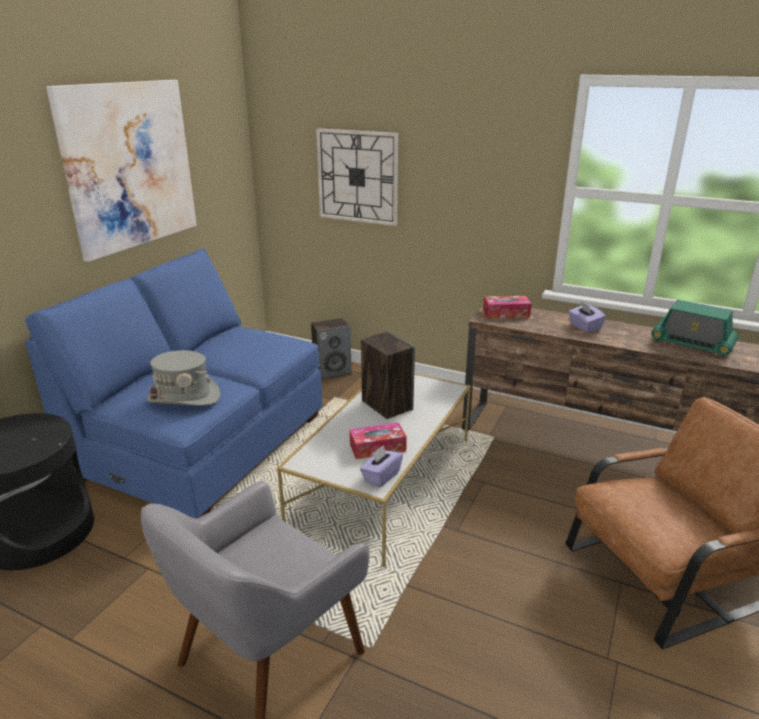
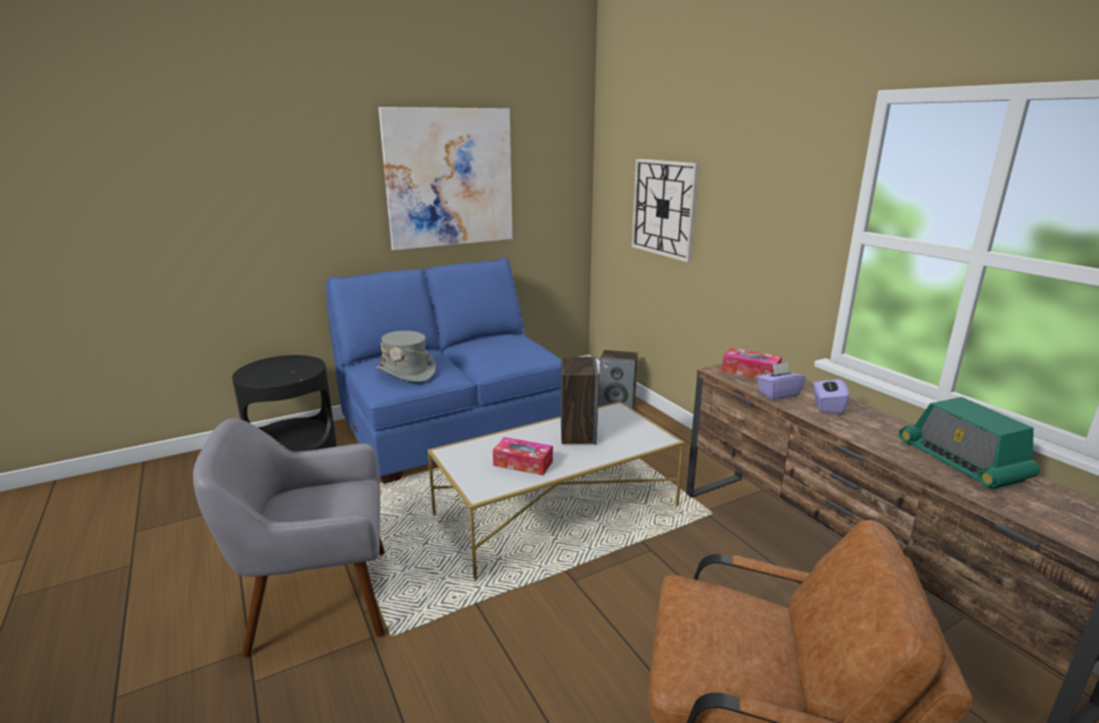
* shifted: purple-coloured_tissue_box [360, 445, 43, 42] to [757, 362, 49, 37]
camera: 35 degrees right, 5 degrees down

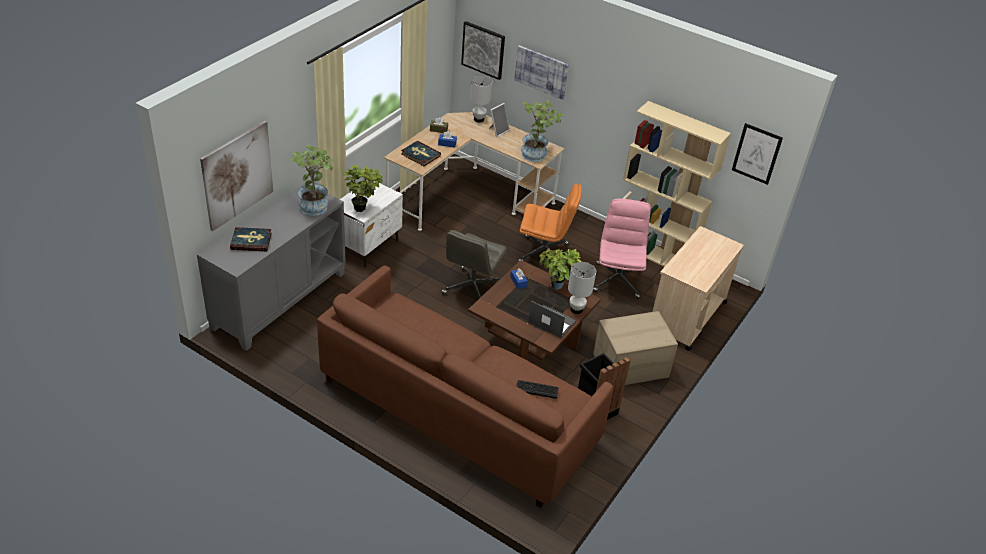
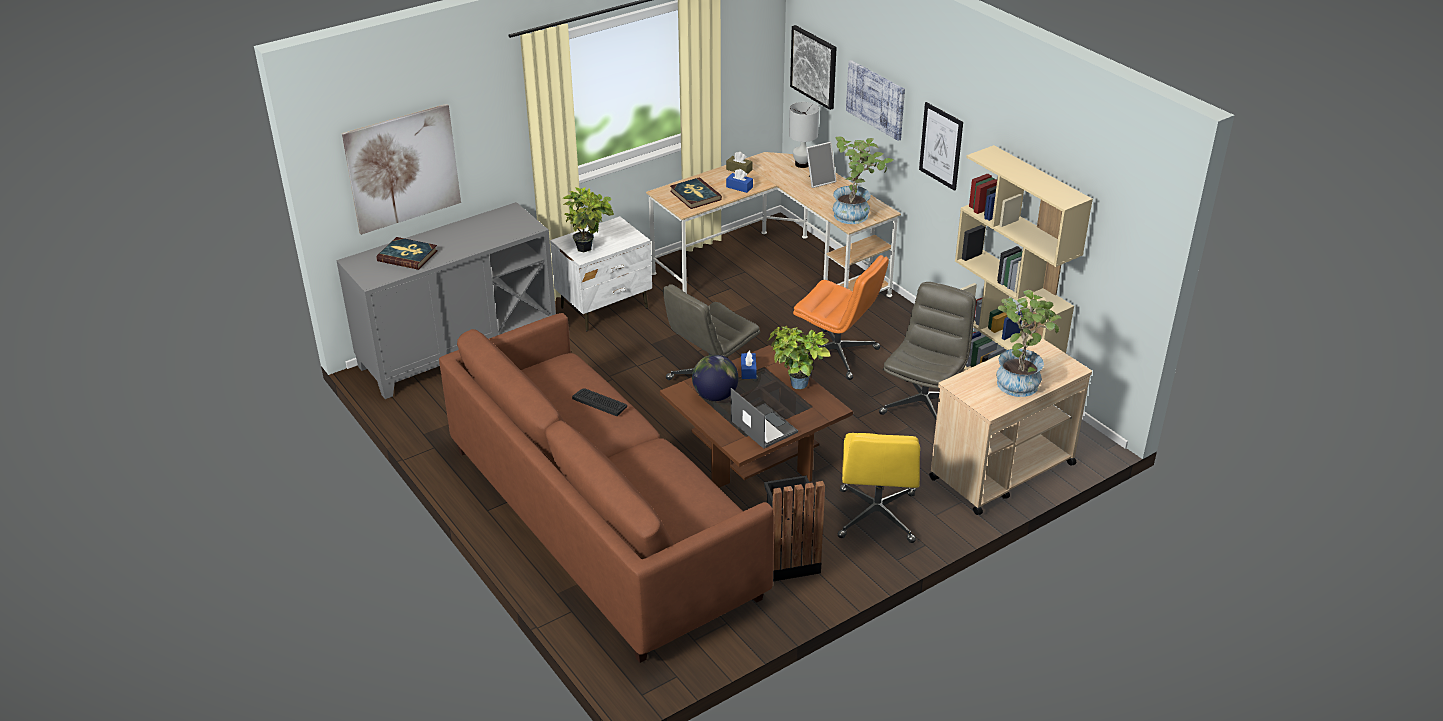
* shifted: wall_picture [732, 123, 51, 62] to [919, 102, 44, 89]
* shifted: potted_plant [290, 144, 44, 72] to [996, 290, 66, 107]
* repainted: pink-coloured_computer_chair [593, 198, 58, 101] to greyish_computer_chair [879, 282, 97, 138]
* gone: whitish_tabletop_lamp [568, 262, 28, 52]
* swapped: packing_box [593, 311, 85, 74] to yellow_computer_chair [838, 433, 82, 110]
* shifted: PC_keyboard [516, 380, 43, 19] to [572, 388, 55, 28]
* new: world_globe [692, 355, 47, 46]
camera: 25 degrees right, 5 degrees down

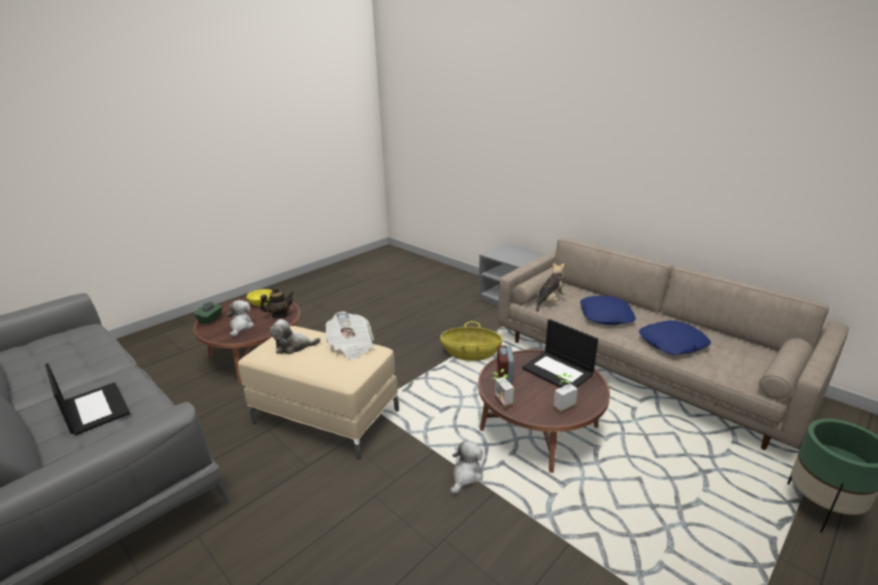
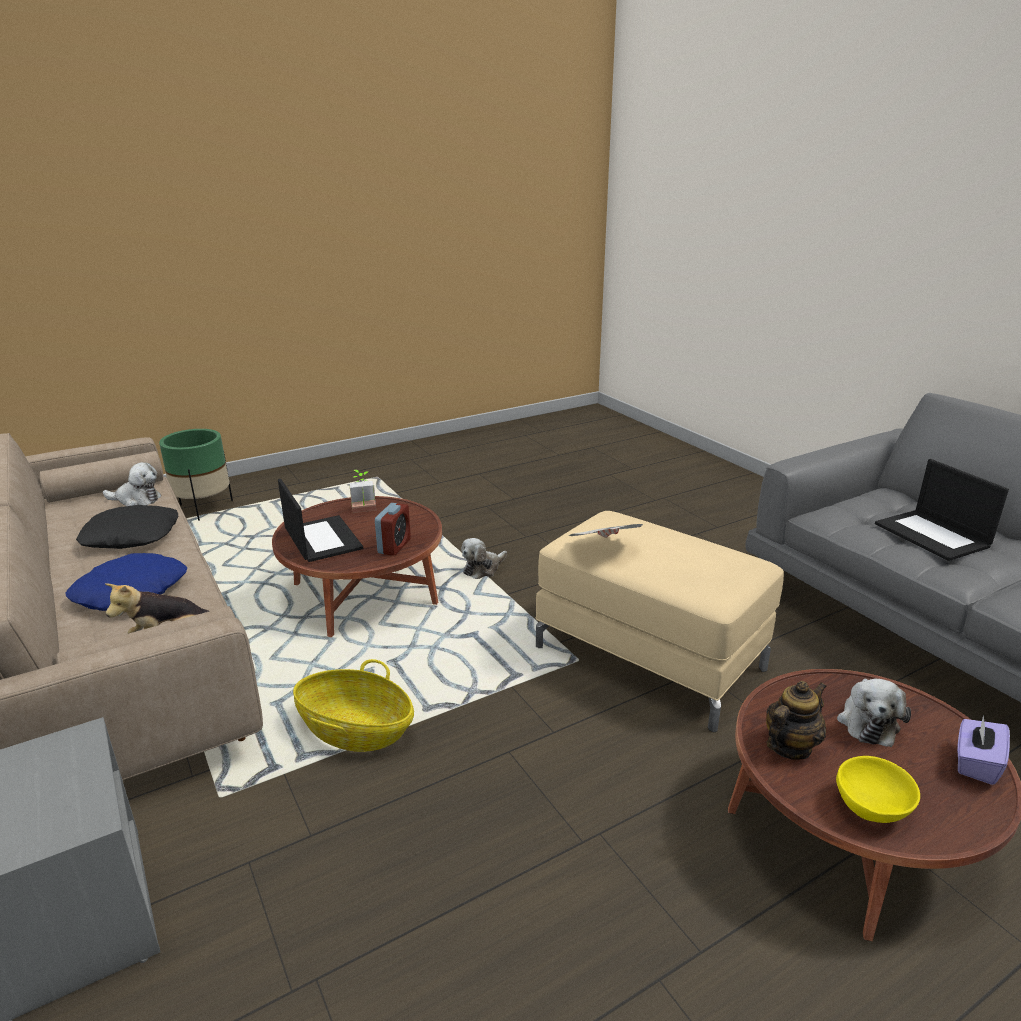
* rotated: teapot [260, 287, 34, 31] = [766, 681, 61, 79] 150 degrees clockwise
* repainted: green-coloured_tissue_box [194, 301, 29, 23] to purple-coloured_tissue_box [957, 714, 53, 71]
* shifted: plush_toy [270, 319, 51, 35] to [103, 462, 59, 44]
* repainted: blue-coloured_throw_pillow [639, 320, 72, 35] to blackish_throw_pillow [76, 505, 102, 44]
* gone: potted_plant [493, 369, 21, 41]
camera: 165 degrees left, 0 degrees up

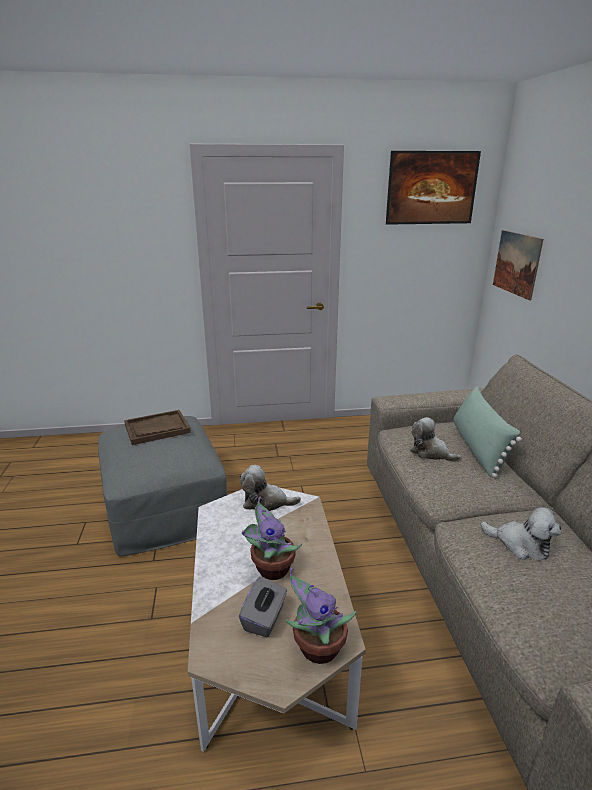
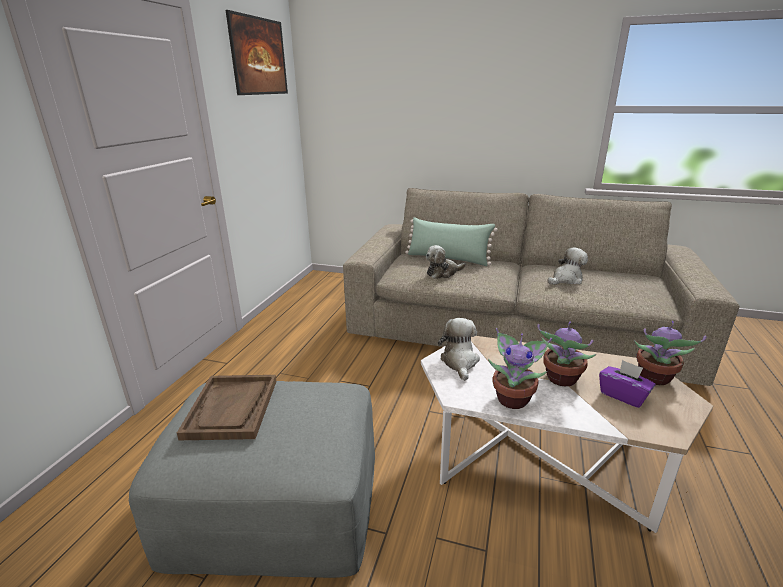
* gone: wall_picture [493, 230, 50, 71]
* rotated: plush_toy [239, 465, 62, 46] = [438, 318, 42, 63] 150 degrees clockwise
* repainted: greyish_tissue_box [239, 576, 48, 61] to purple-coloured_tissue_box [599, 360, 57, 48]
* new: potted_plant [488, 328, 64, 81]
camera: 65 degrees left, 0 degrees up

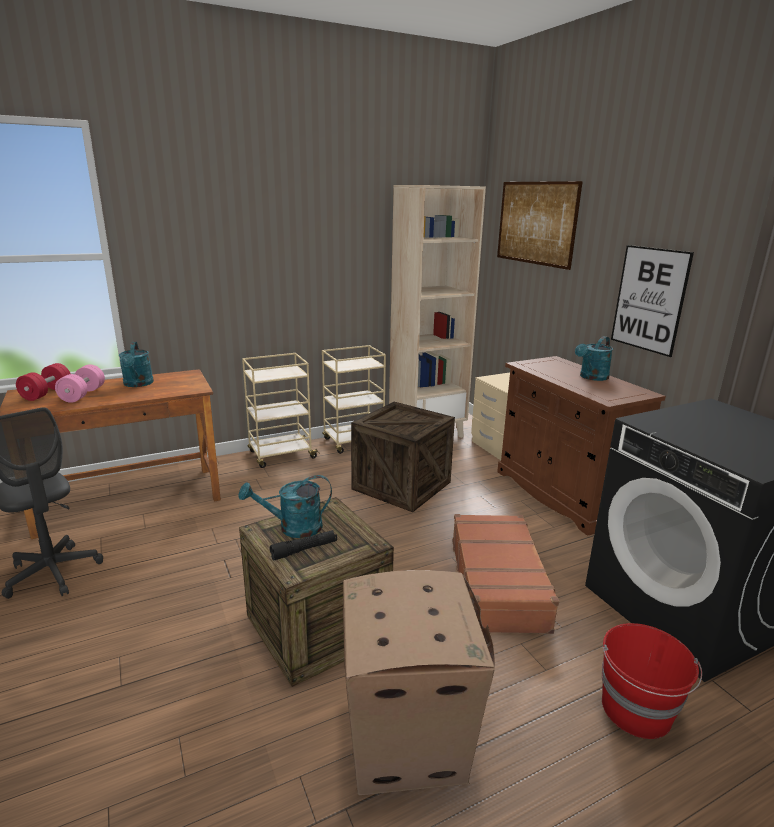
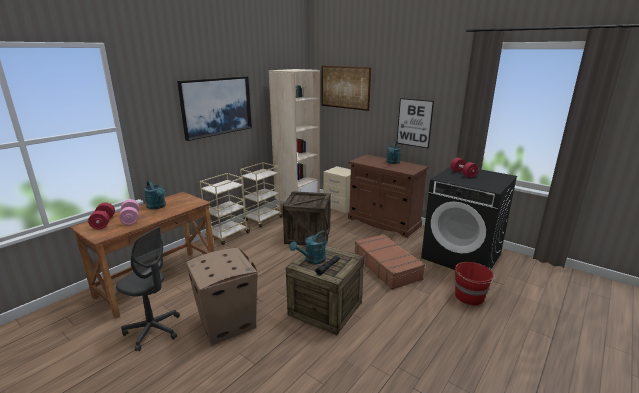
* shifted: packing_box [343, 570, 152, 225] to [186, 248, 71, 98]
* new: wall_picture [177, 76, 75, 65]
* new: red-coloured_dumbbell [450, 158, 28, 20]
camera: 25 degrees left, 0 degrees up

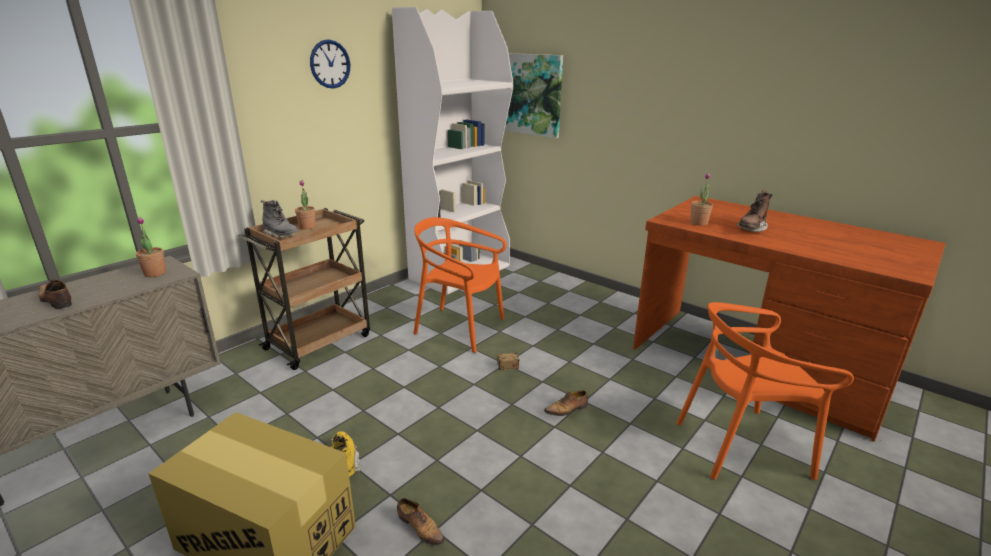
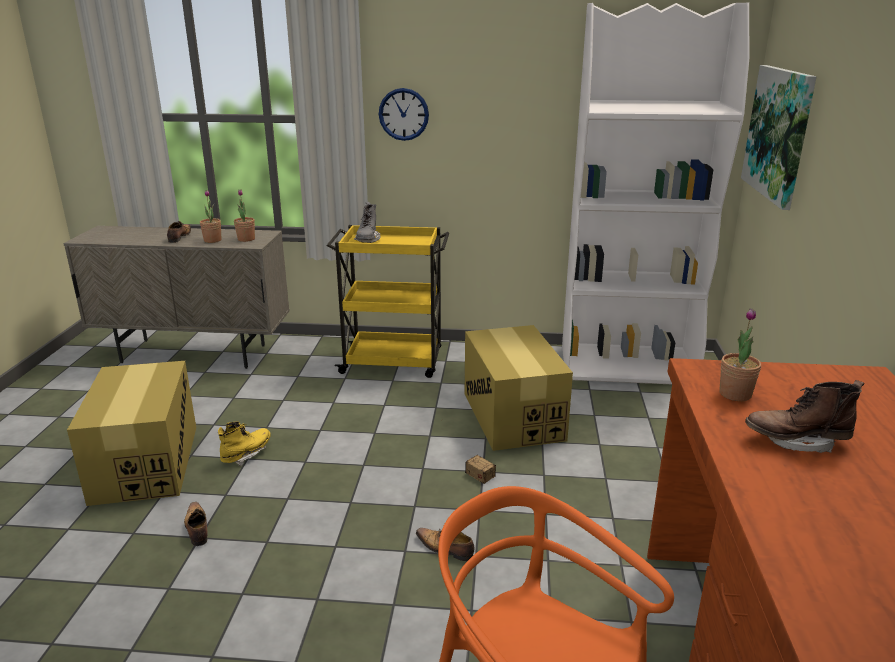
* shifted: hanging_clock [310, 39, 40, 50] to [379, 88, 50, 53]
* shifted: potted_plant [295, 180, 21, 50] to [200, 190, 21, 53]
* repainted: brown_cart [238, 208, 132, 162] to yellow_cart [327, 225, 122, 153]
* swapped: orange-coloured_plain_chair [413, 217, 94, 136] to packing_box [465, 325, 108, 126]
* rotated: low_shoe [397, 498, 48, 48] = [184, 502, 24, 44] 150 degrees clockwise
camera: 55 degrees right, 0 degrees up

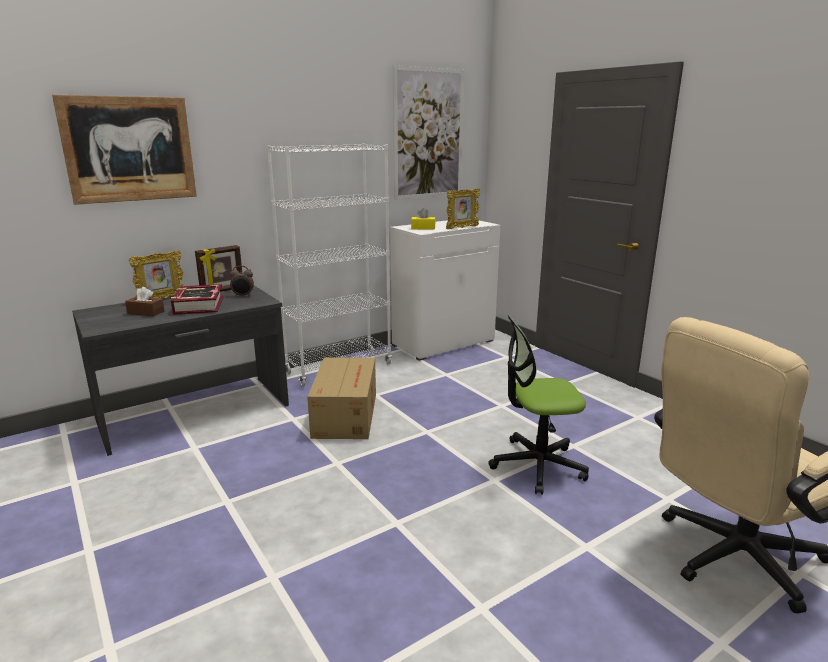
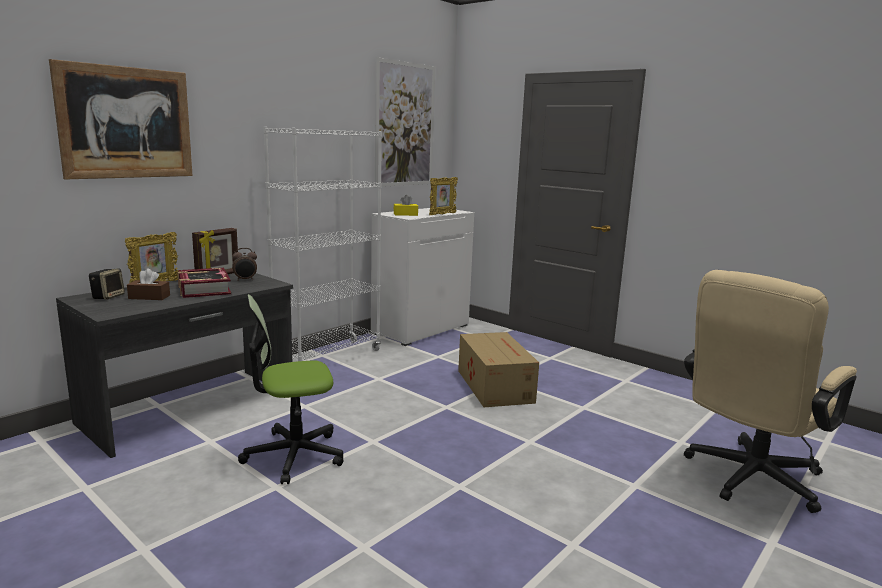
* shifted: computer_chair [488, 315, 101, 180] to [238, 294, 106, 190]
* shifted: packing_box [307, 357, 69, 82] to [458, 332, 81, 75]
* new: loudspeaker [89, 268, 36, 31]
camera: 15 degrees left, 5 degrees down

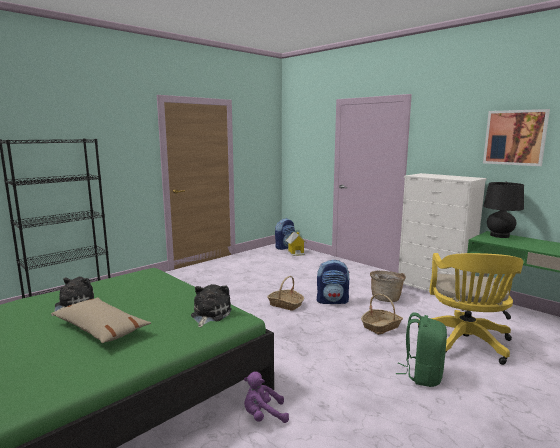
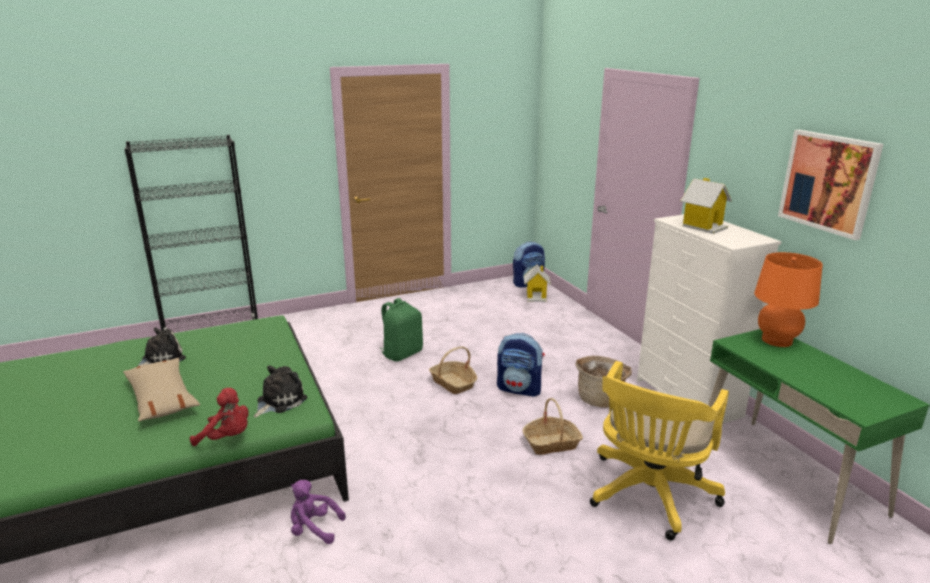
* repainted: blackish_tabletop_lamp [484, 182, 40, 56] to orange-coloured_tabletop_lamp [754, 252, 69, 95]
* shifted: green-coloured_backpack [396, 313, 51, 74] to [380, 298, 43, 64]
* new: model_house [681, 178, 51, 56]
* new: red-coloured_plush_toy [190, 388, 59, 58]
camera: 20 degrees right, 10 degrees up

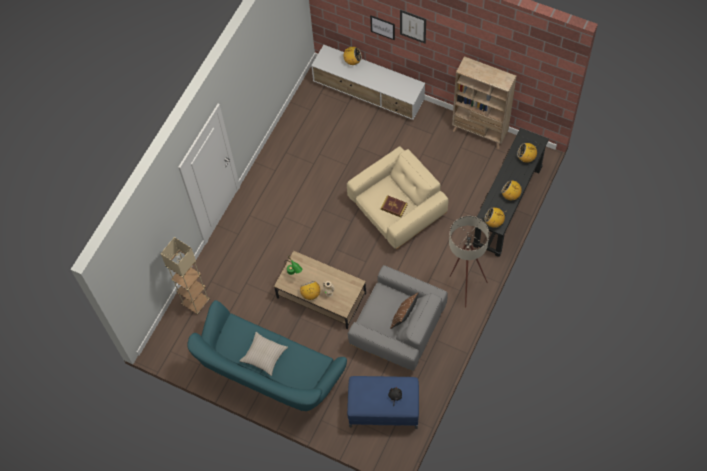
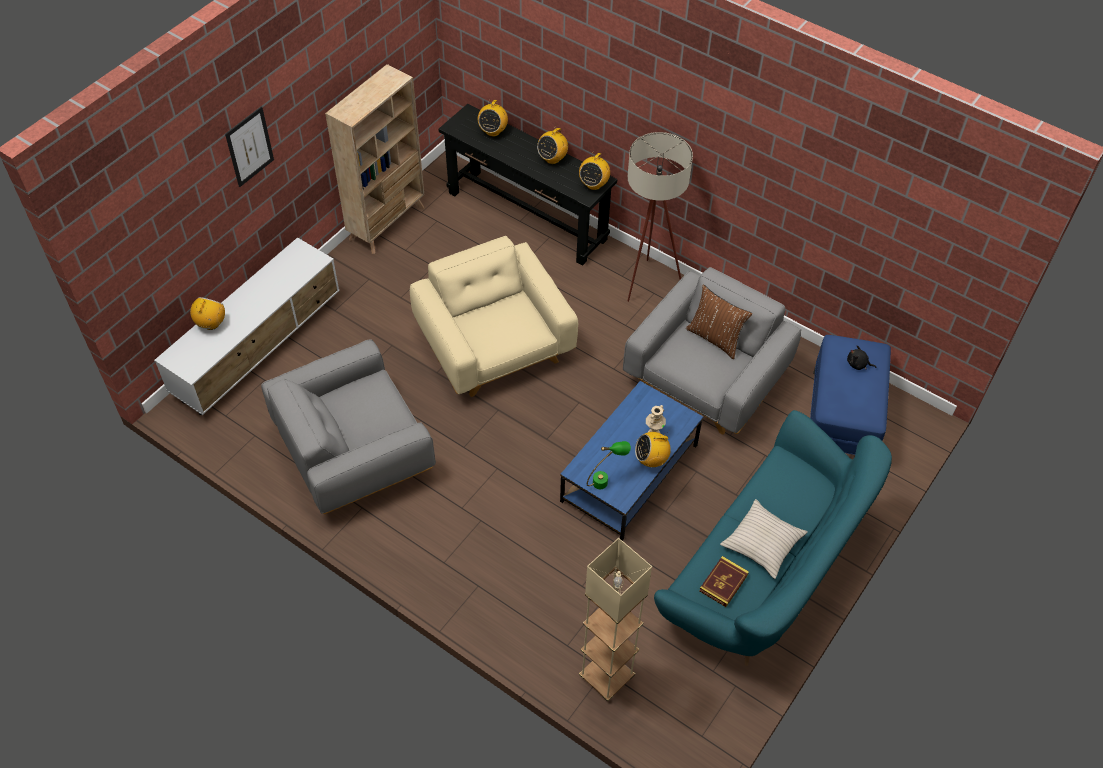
* gone: wall_picture [370, 15, 25, 25]
* shifted: volume [381, 195, 27, 22] to [699, 556, 50, 51]
* repainted: brown_coffee_table [274, 251, 92, 78] to blue-coloured_coffee_table [560, 381, 143, 160]
* new: greyish_armchair [261, 339, 175, 175]
camera: 85 degrees left, 10 degrees down

